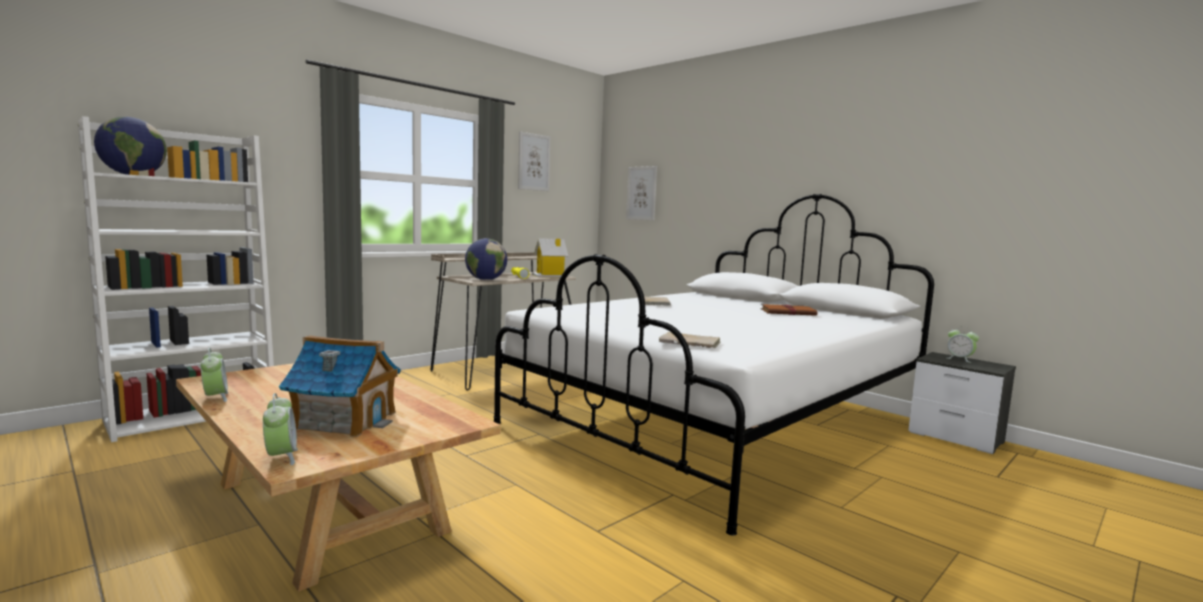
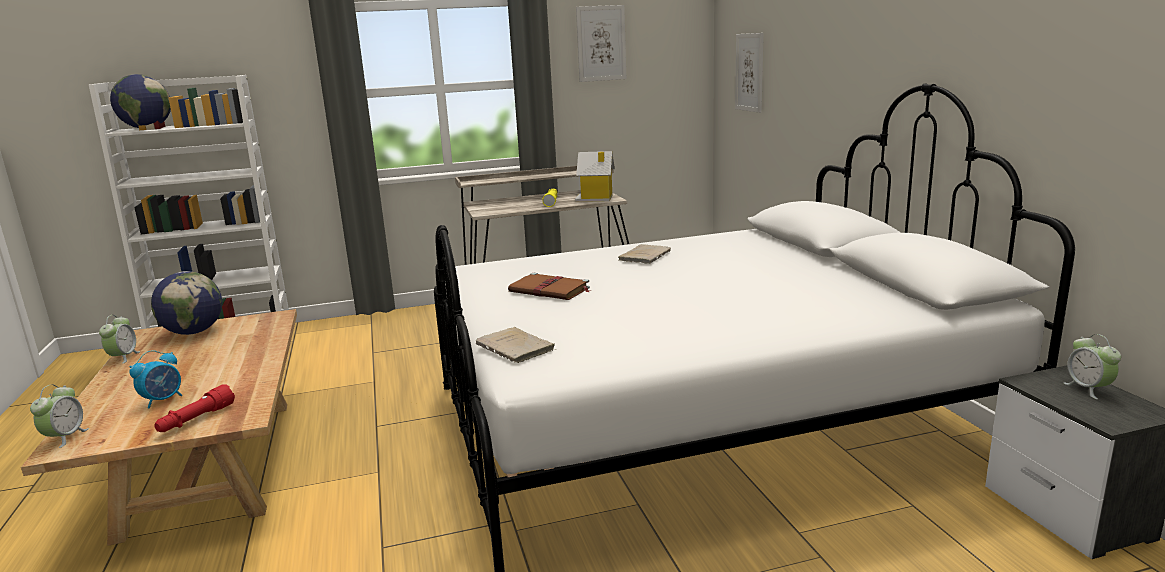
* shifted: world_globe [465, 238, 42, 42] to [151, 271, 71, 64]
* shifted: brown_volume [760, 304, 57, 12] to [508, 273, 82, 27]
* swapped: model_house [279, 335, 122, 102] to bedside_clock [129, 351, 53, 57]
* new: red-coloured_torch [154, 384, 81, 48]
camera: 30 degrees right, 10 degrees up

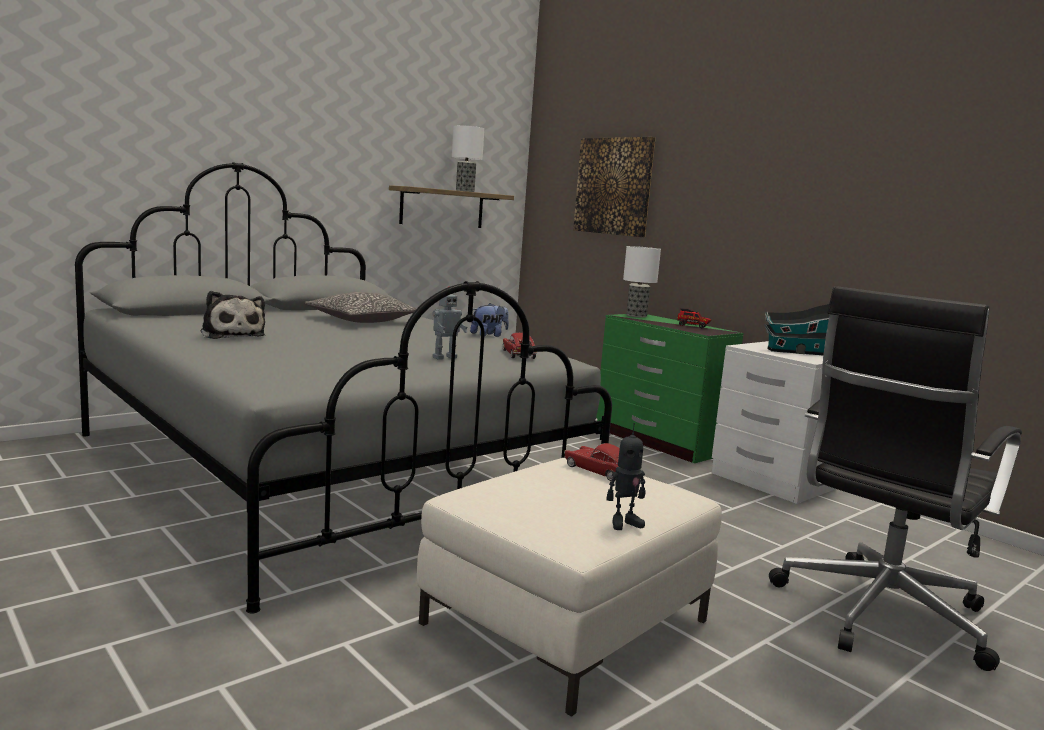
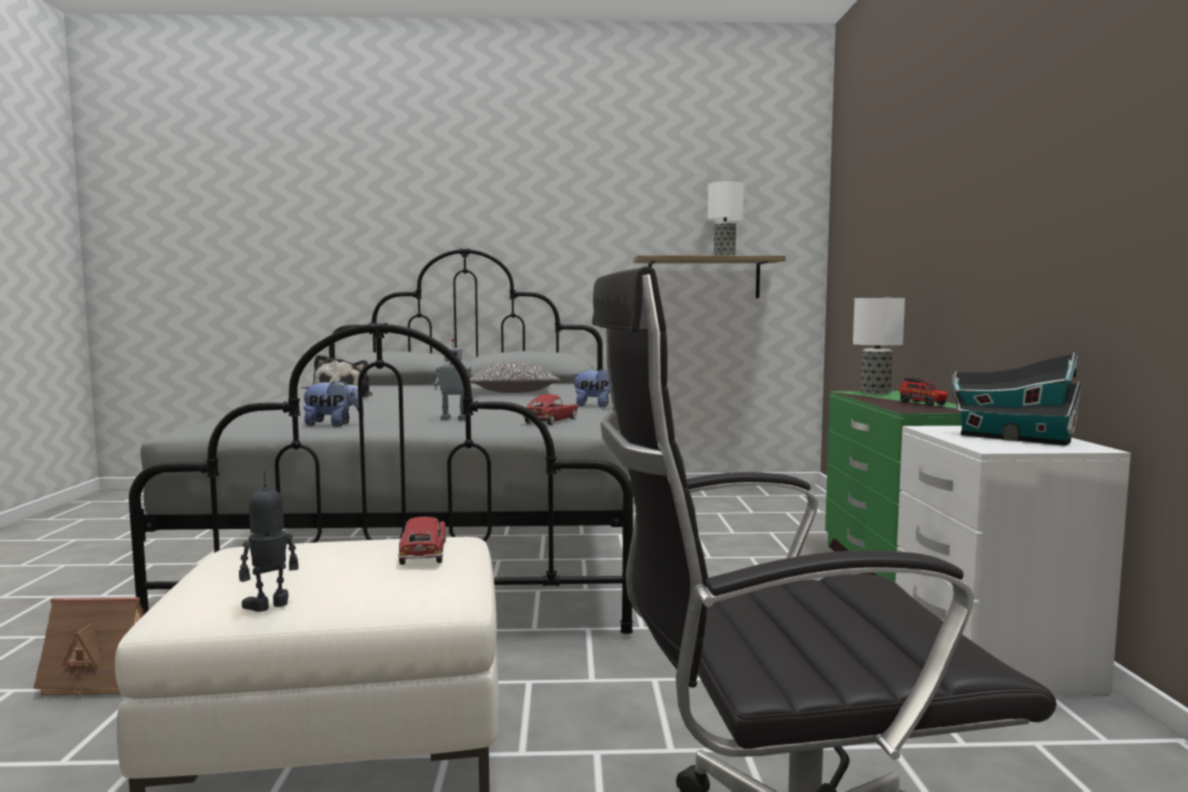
* gone: wall_picture [573, 137, 83, 100]
* rotated: model_robot [606, 423, 40, 107] = [239, 470, 59, 142] 120 degrees clockwise
* new: plush_toy [300, 379, 64, 48]
* new: model_house [33, 597, 112, 103]
camera: 40 degrees right, 5 degrees down

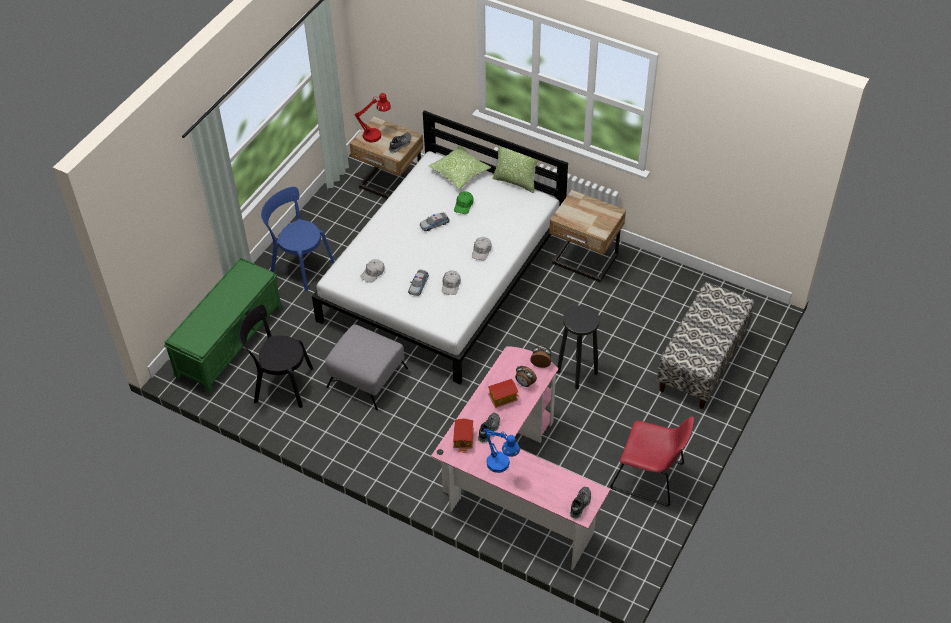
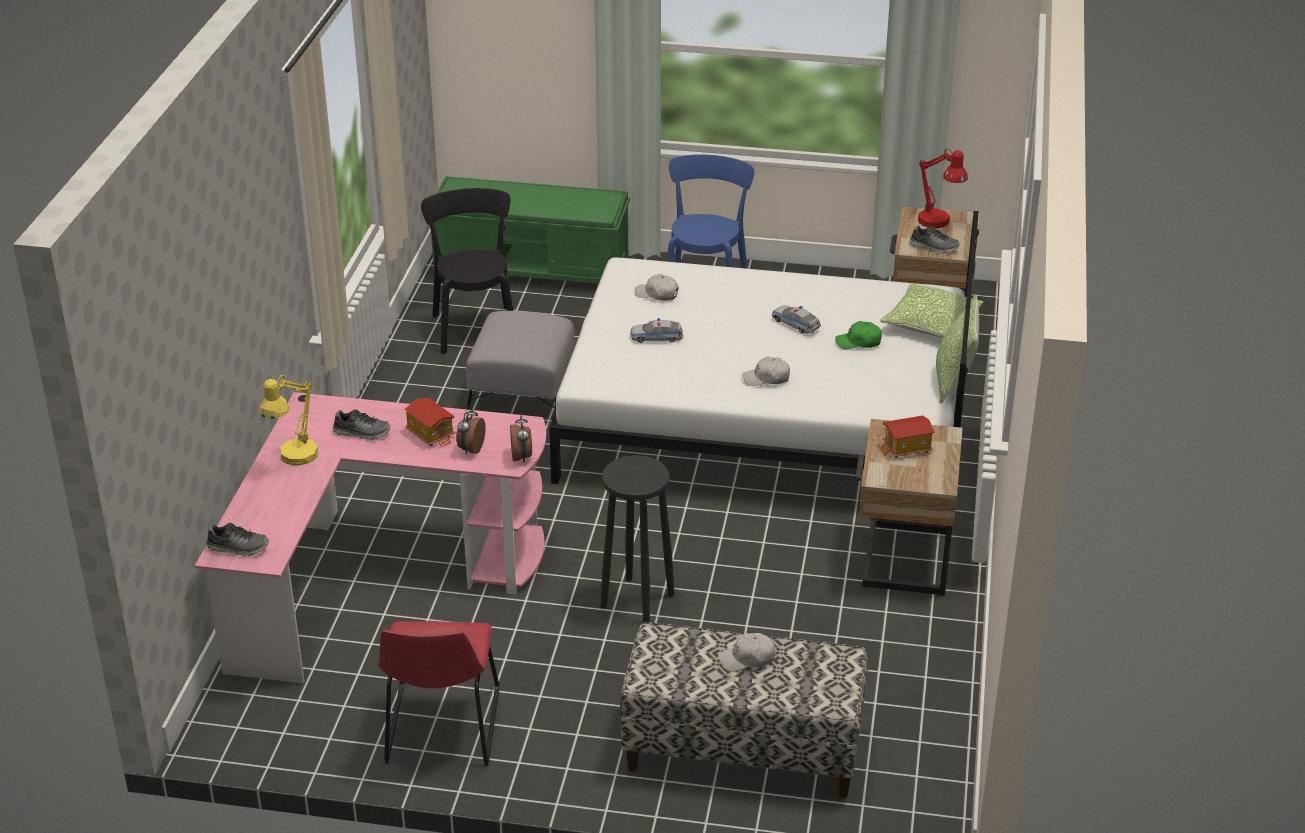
* shifted: whitish_peaked_cap [442, 270, 19, 25] to [718, 633, 57, 38]
* shifted: model_house [453, 418, 21, 34] to [880, 415, 55, 43]
* repainted: blue-coloured_tabletop_lamp [484, 428, 36, 45] to yellow_tabletop_lamp [259, 375, 60, 90]
camera: 70 degrees right, 15 degrees down

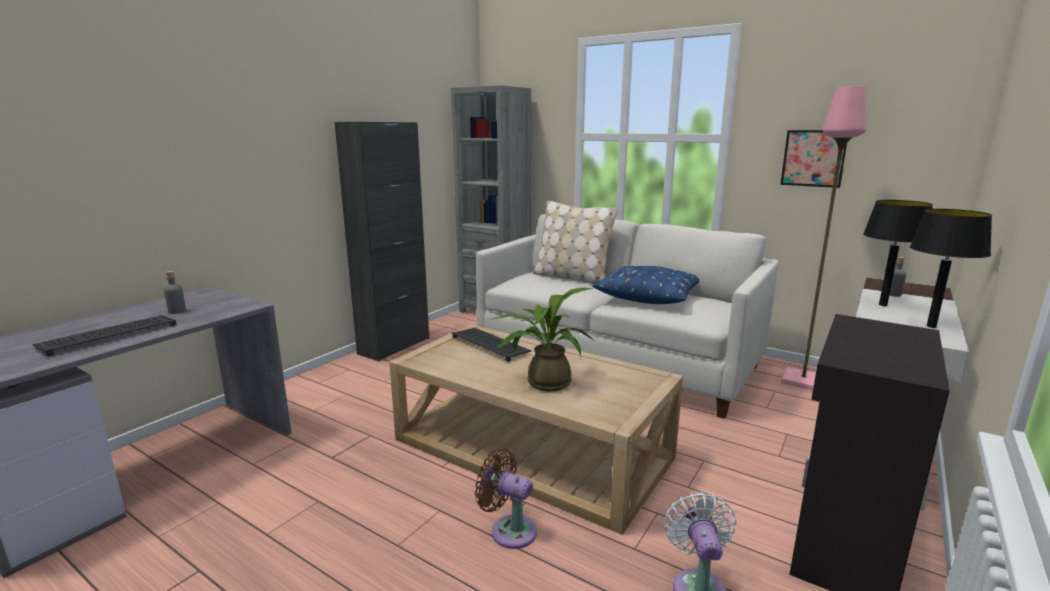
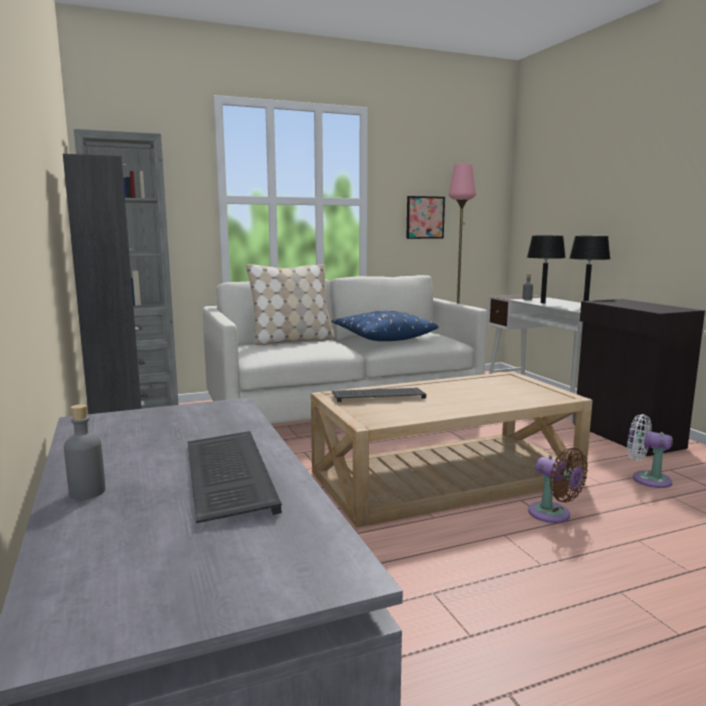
* shifted: greyish_beverage_bottle [164, 271, 22, 43] to [64, 404, 42, 96]
* gone: potted_plant [488, 288, 106, 104]
* rotated: brown_fan [475, 449, 62, 100] = [528, 447, 60, 76] 105 degrees counterclockwise
camera: 55 degrees left, 5 degrees down

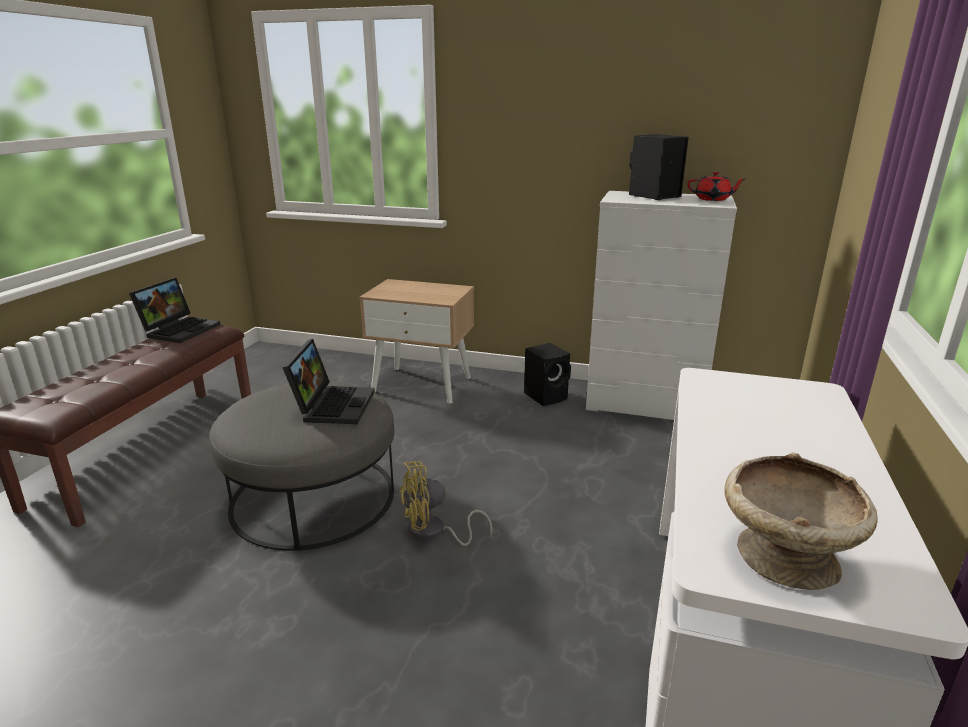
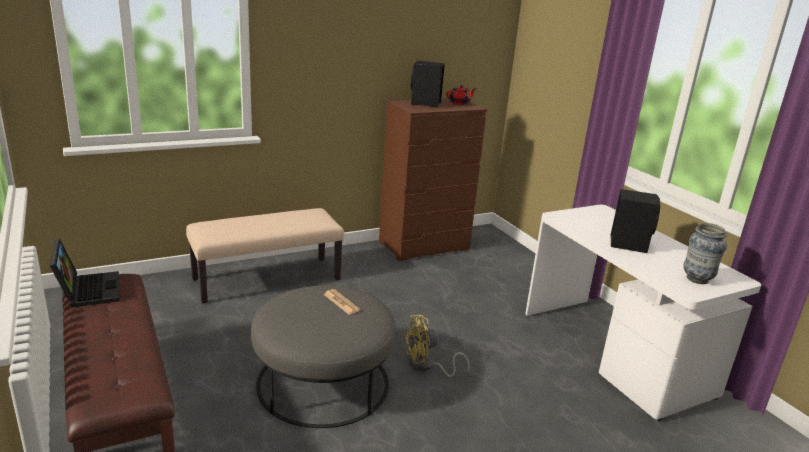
* repainted: whitish_dresser [586, 191, 151, 229] to brown_dresser [379, 98, 108, 163]
* swapped: sand-coloured_bedside_table [359, 279, 115, 124] to sand-coloured_bench [186, 208, 158, 95]
* swapped: portable_computer [282, 339, 93, 85] to daily_paper [323, 289, 38, 25]
* shifted: blackish_loudspeaker [524, 343, 47, 63] to [610, 189, 50, 64]
* swapped: sand-coloured_serving_bowl [724, 452, 154, 138] to decorative_vase [683, 223, 44, 61]
* rotated: yellow_fan [399, 461, 93, 85] = [403, 315, 67, 62] 45 degrees clockwise
camera: 45 degrees left, 0 degrees up

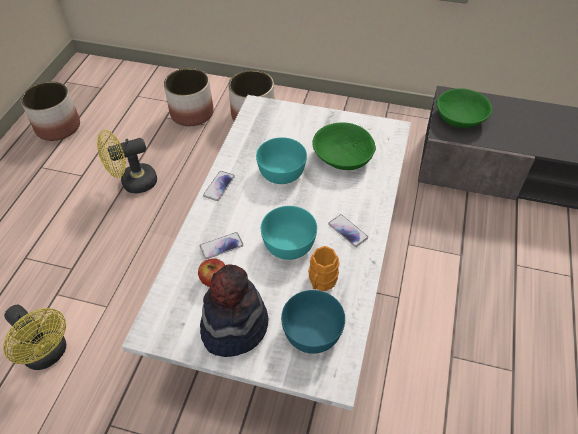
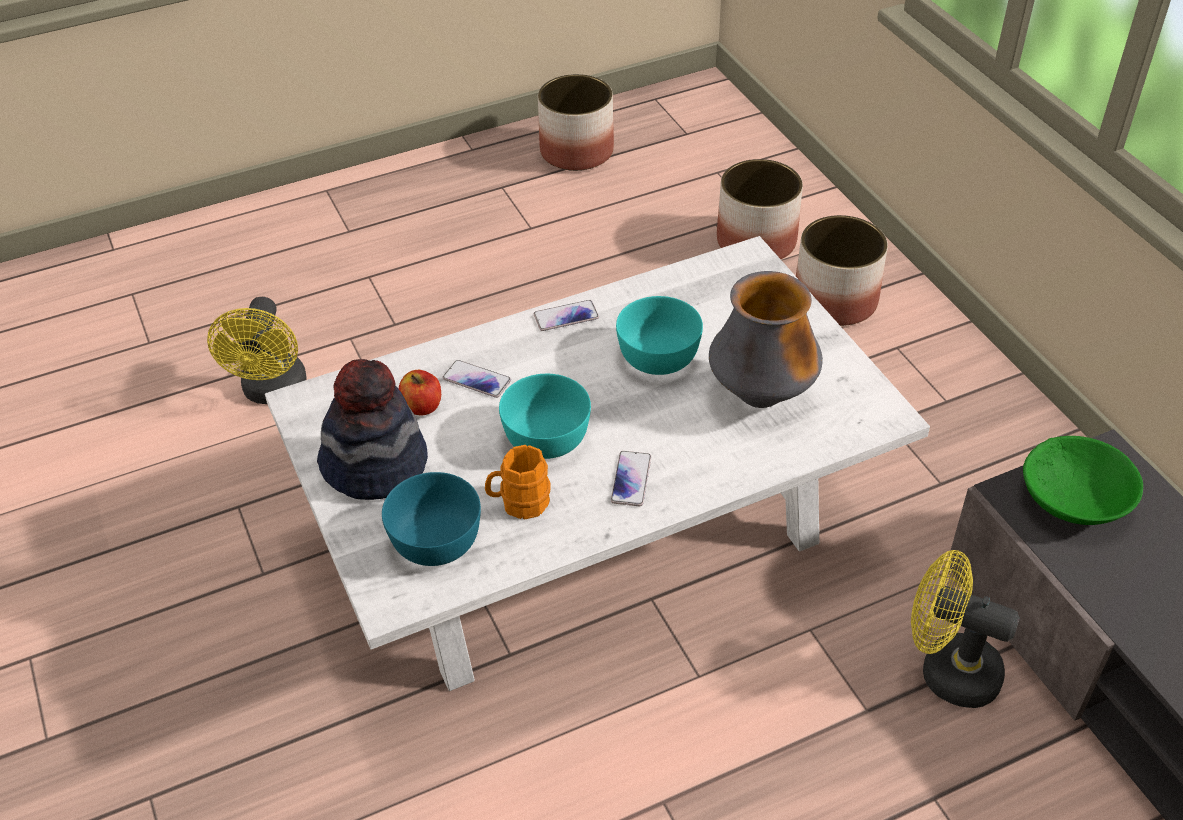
* swapped: green-coloured_serving_bowl [312, 122, 64, 48] to decorative_vase [709, 271, 114, 137]
* shifted: yellow_fan [97, 130, 60, 64] to [911, 550, 109, 158]
camera: 50 degrees right, 5 degrees down

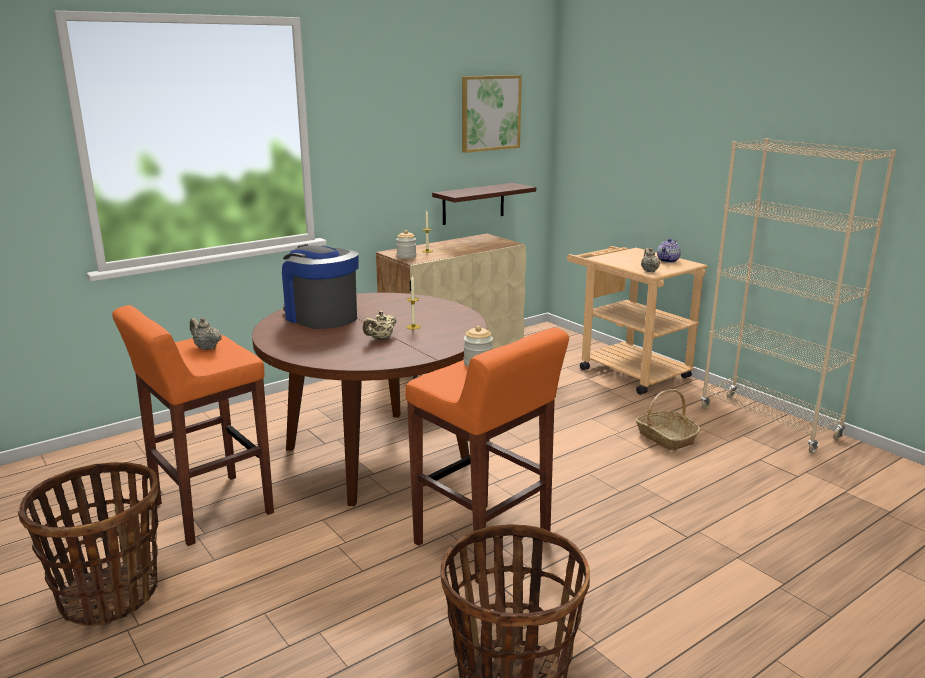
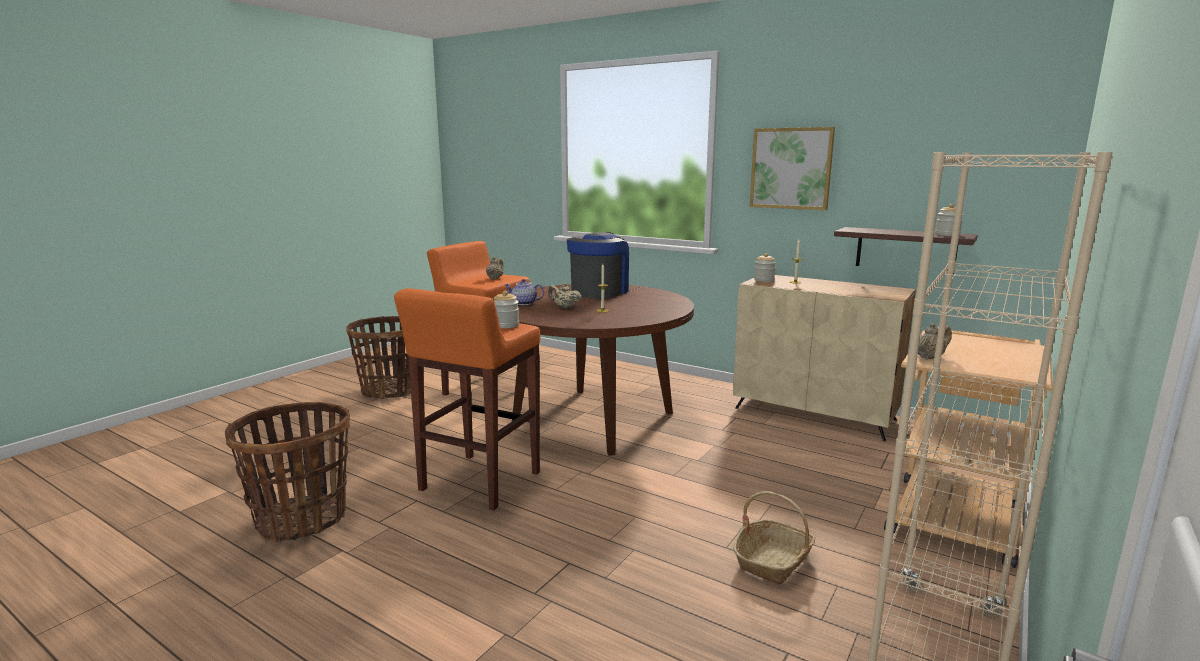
* shifted: wall_picture [462, 75, 60, 78] to [750, 127, 85, 83]
* shifted: teapot [657, 239, 24, 24] to [505, 279, 39, 26]
* new: jar [935, 204, 28, 32]
camera: 70 degrees right, 5 degrees down

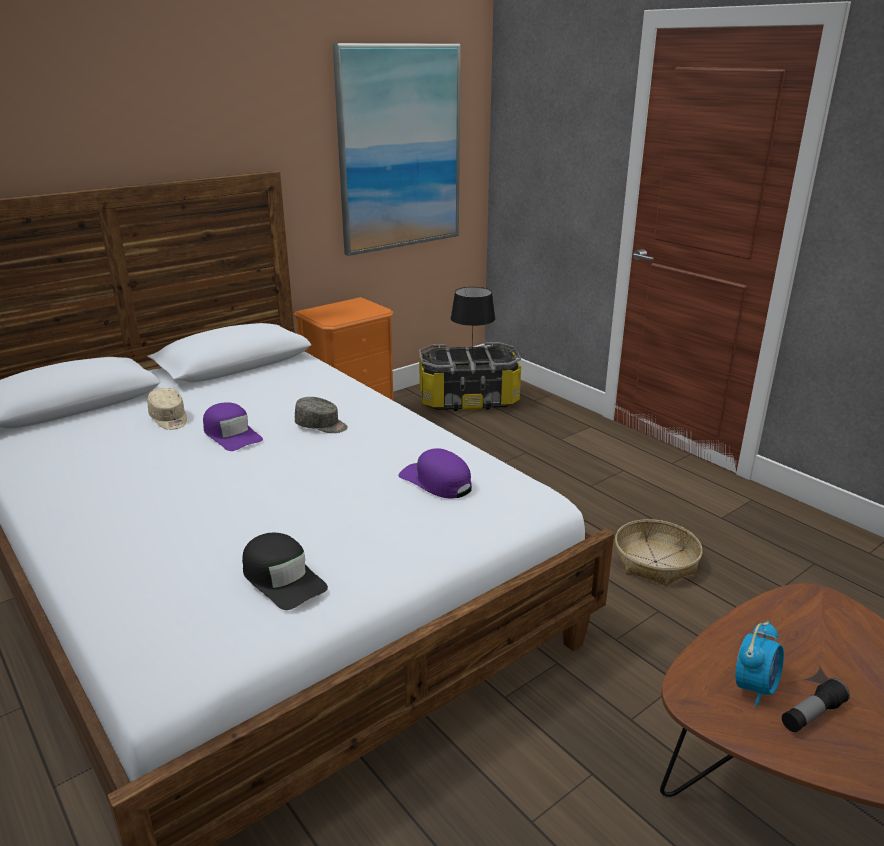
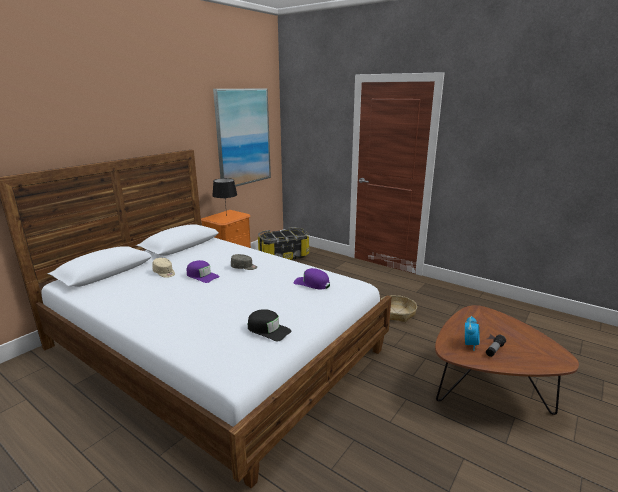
* shifted: blackish_tabletop_lamp [451, 287, 44, 70] to [212, 178, 25, 39]
camera: 15 degrees left, 5 degrees down

